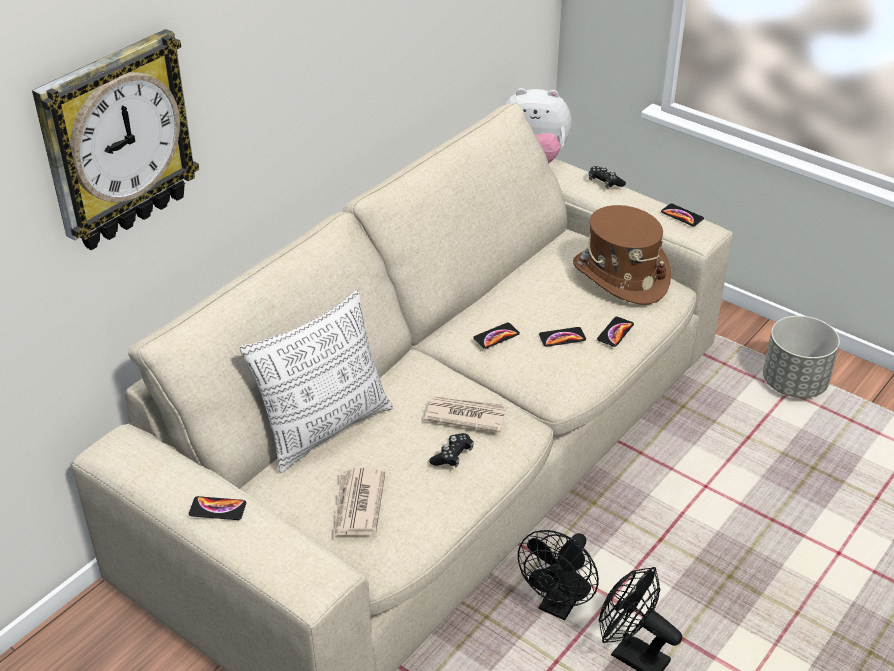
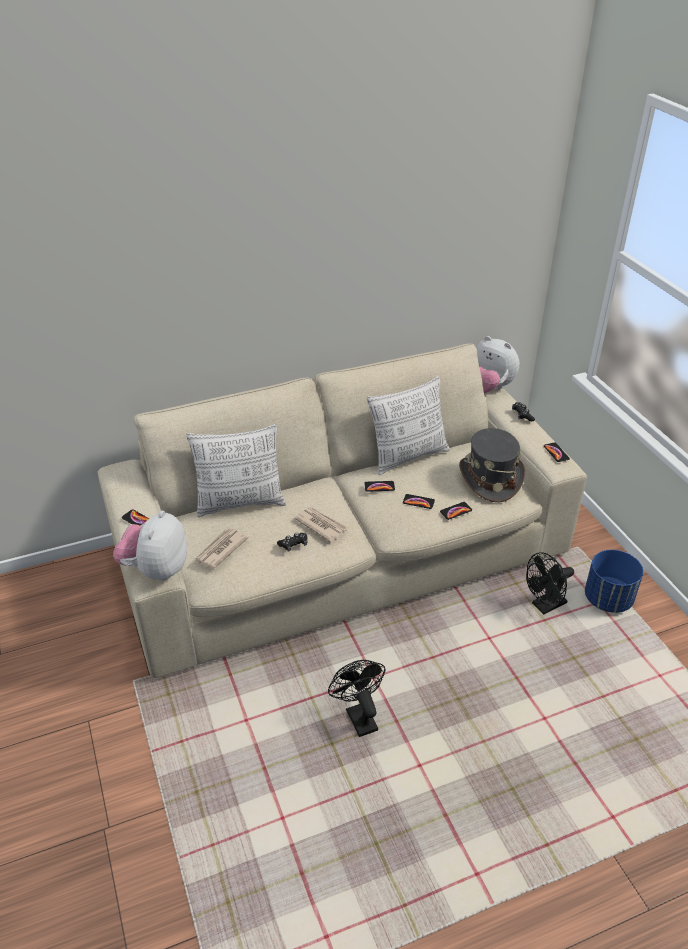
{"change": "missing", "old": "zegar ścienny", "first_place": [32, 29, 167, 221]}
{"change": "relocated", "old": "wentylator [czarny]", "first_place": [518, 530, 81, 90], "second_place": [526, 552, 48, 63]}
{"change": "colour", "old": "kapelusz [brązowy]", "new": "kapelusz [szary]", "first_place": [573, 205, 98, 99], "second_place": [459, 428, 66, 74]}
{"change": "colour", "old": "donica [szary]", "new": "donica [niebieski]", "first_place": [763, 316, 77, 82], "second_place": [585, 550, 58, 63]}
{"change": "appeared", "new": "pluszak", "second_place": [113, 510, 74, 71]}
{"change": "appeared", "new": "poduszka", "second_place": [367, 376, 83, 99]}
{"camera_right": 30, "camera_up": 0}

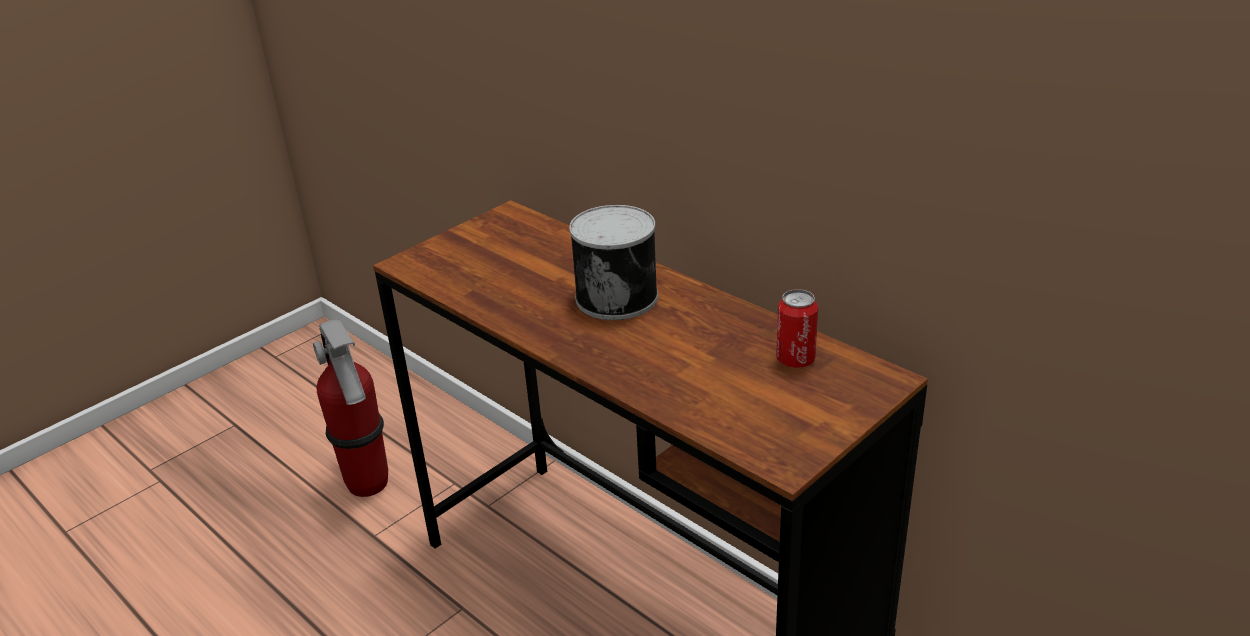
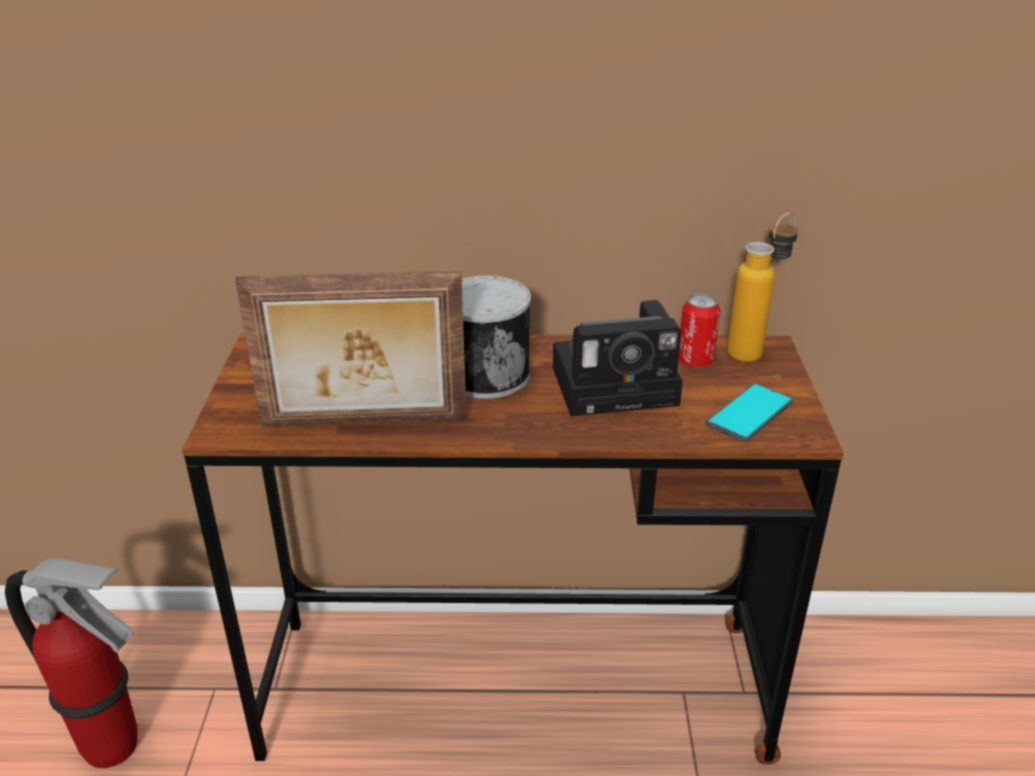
{"change": "appeared", "new": "ramka na zdjęcie", "second_place": [235, 271, 232, 156]}
{"change": "appeared", "new": "aparat fotograficzny", "second_place": [553, 300, 130, 116]}
{"change": "appeared", "new": "telefon", "second_place": [706, 383, 87, 60]}
{"change": "appeared", "new": "butelka", "second_place": [727, 213, 71, 149]}
{"camera_right": -45, "camera_up": 0}

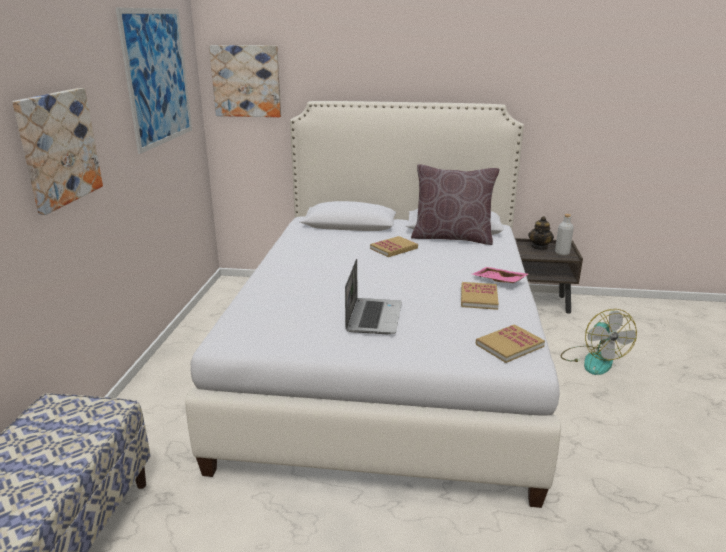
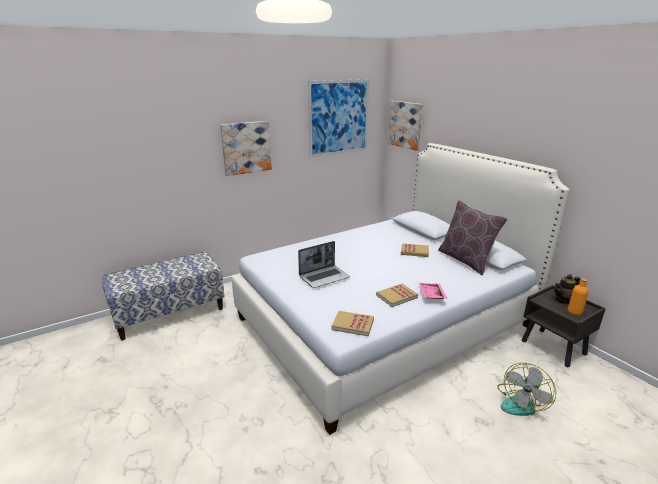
{"change": "colour", "old": "butelka [szary]", "new": "butelka [pomarańczowy]", "first_place": [555, 214, 19, 42], "second_place": [568, 278, 21, 37]}
{"camera_right": 50, "camera_up": 0}

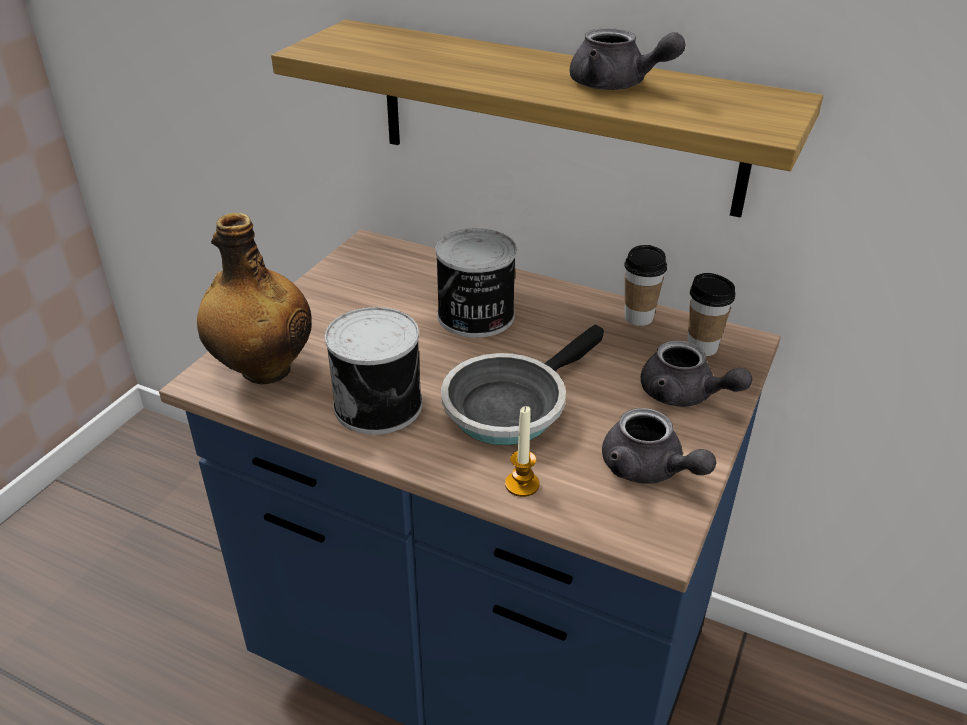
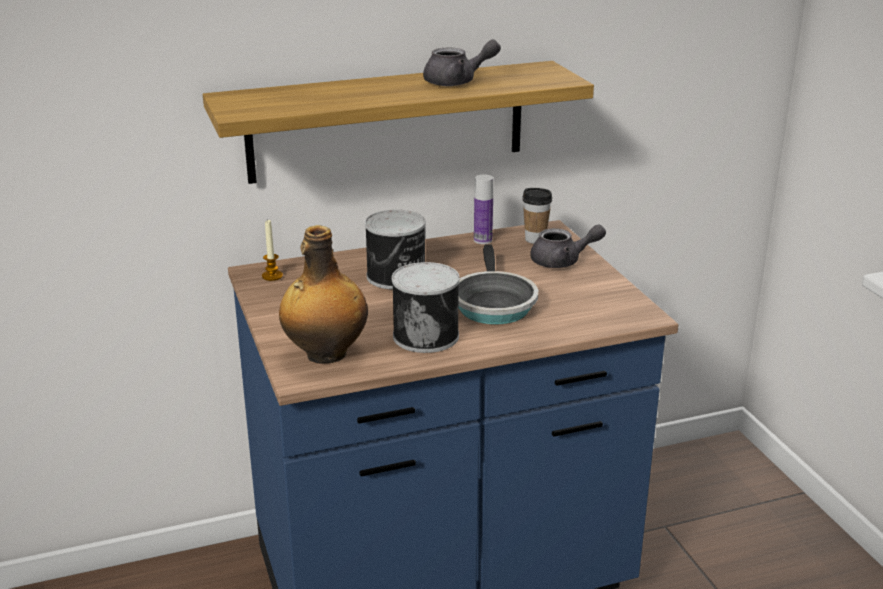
{"change": "relocated", "old": "świeca", "first_place": [505, 406, 34, 91], "second_place": [262, 220, 21, 61]}
{"change": "missing", "old": "imbryk [szary]", "first_place": [602, 408, 114, 76]}
{"change": "exchanged", "old": "filiżanka", "new": "butelka", "first_place": [624, 245, 43, 81], "second_place": [474, 174, 19, 70]}
{"camera_right": -45, "camera_up": -10}

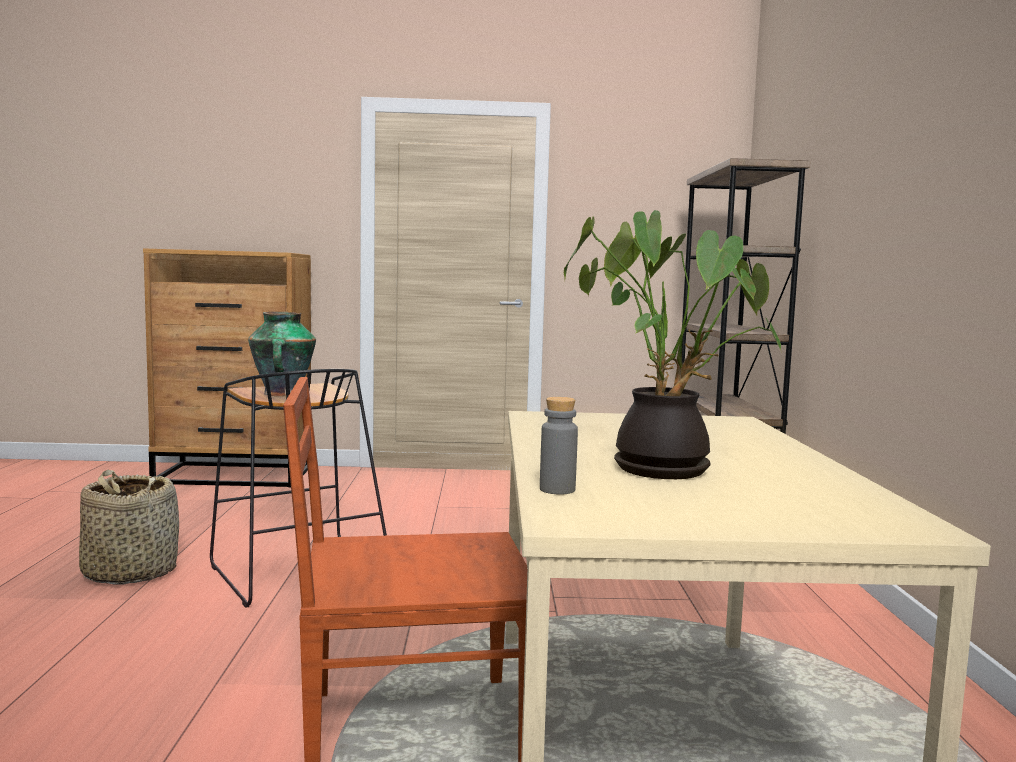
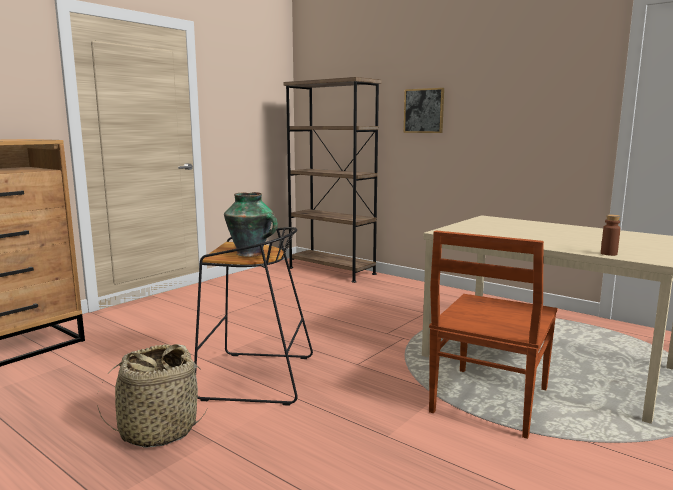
{"change": "colour", "old": "butelka [szary]", "new": "butelka [brązowy]", "first_place": [540, 397, 38, 98], "second_place": [601, 215, 19, 41]}
{"change": "missing", "old": "roślina doniczkowa", "first_place": [564, 210, 217, 269]}
{"change": "appeared", "new": "obraz", "second_place": [404, 88, 40, 45]}
{"camera_right": -50, "camera_up": 5}

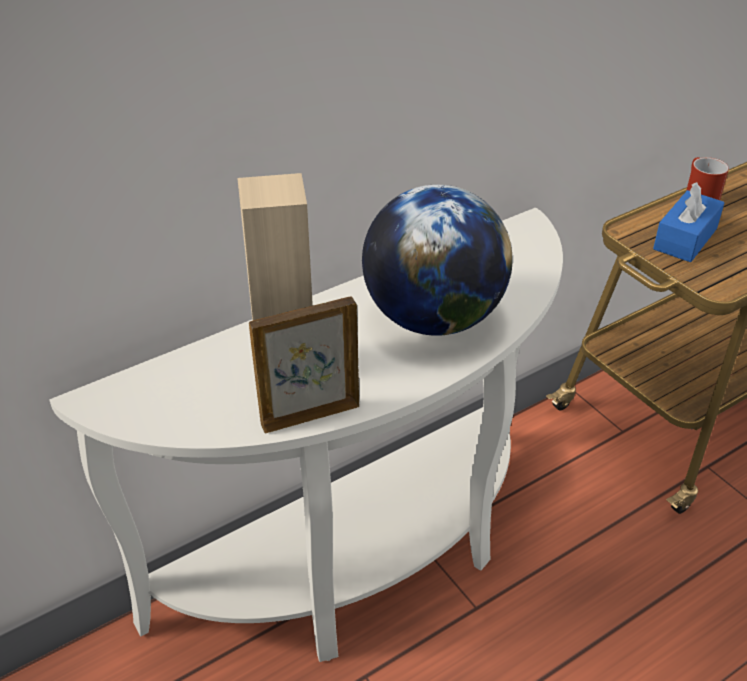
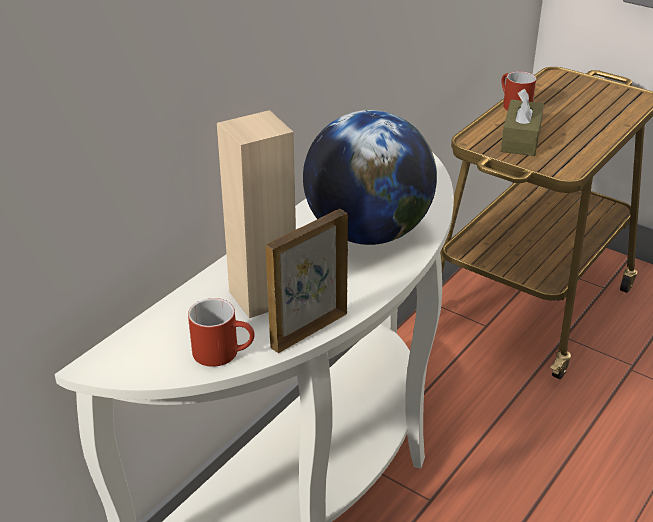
{"change": "colour", "old": "pudełko chusteczek [niebieski]", "new": "pudełko chusteczek [brązowy]", "first_place": [653, 182, 71, 80], "second_place": [501, 89, 43, 67]}
{"change": "appeared", "new": "kubek [czerwony]", "second_place": [188, 298, 67, 69]}
{"camera_right": -20, "camera_up": -5}

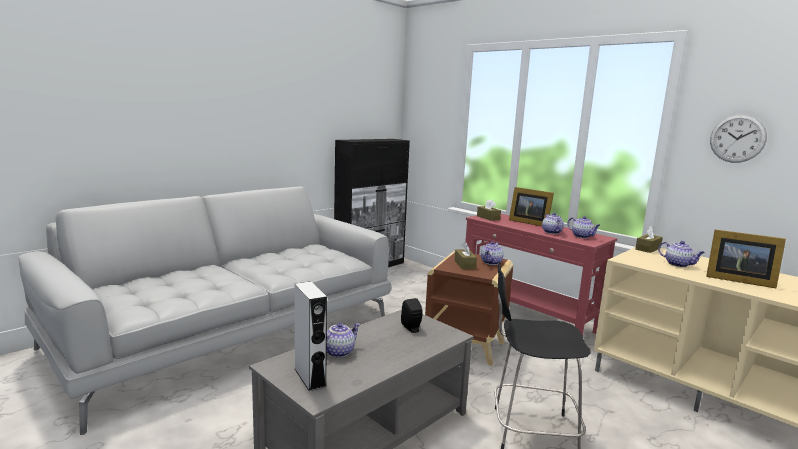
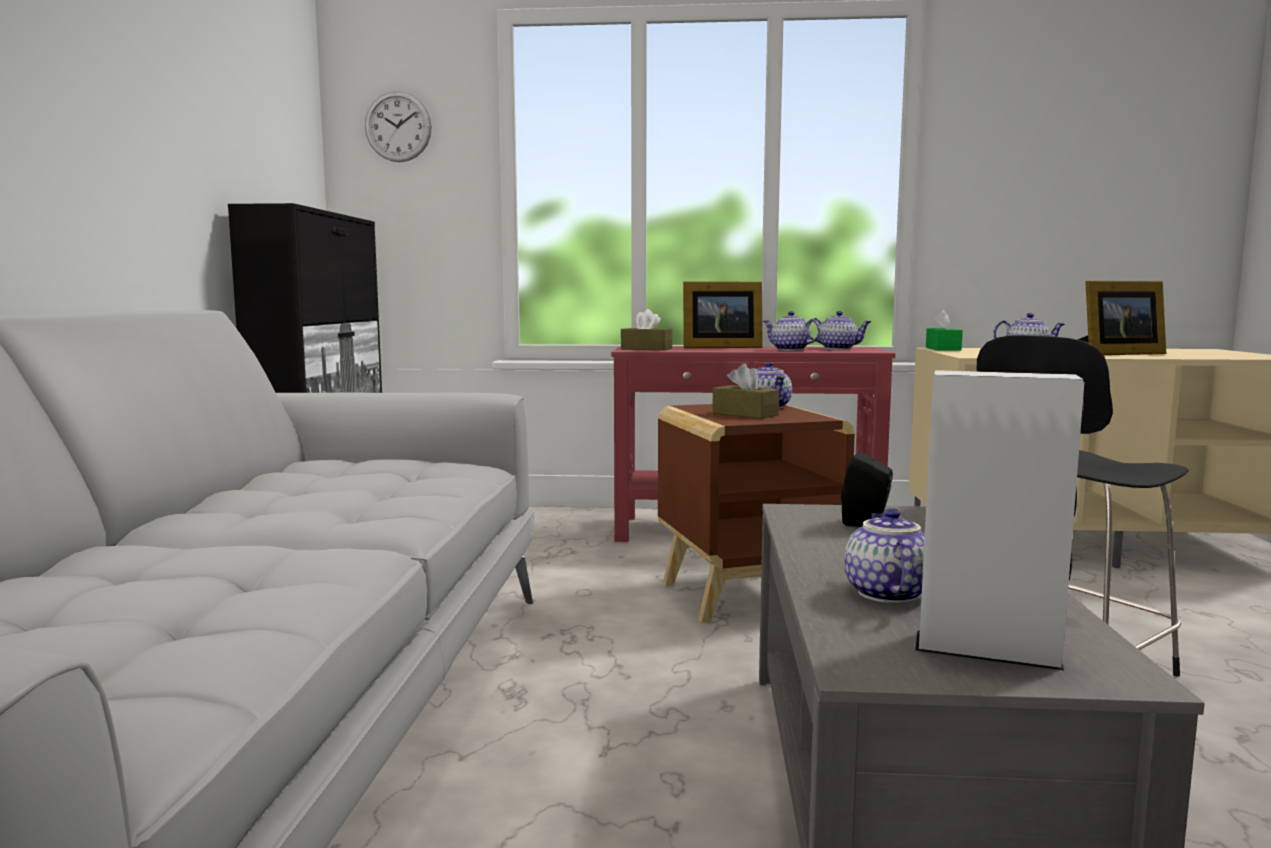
{"change": "colour", "old": "pudełko chusteczek [brązowy]", "new": "pudełko chusteczek [zielony]", "first_place": [635, 226, 28, 27], "second_place": [926, 310, 37, 41]}
{"change": "relocated", "old": "zegar ścienny", "first_place": [710, 114, 57, 49], "second_place": [365, 91, 67, 71]}
{"camera_right": -40, "camera_up": -5}

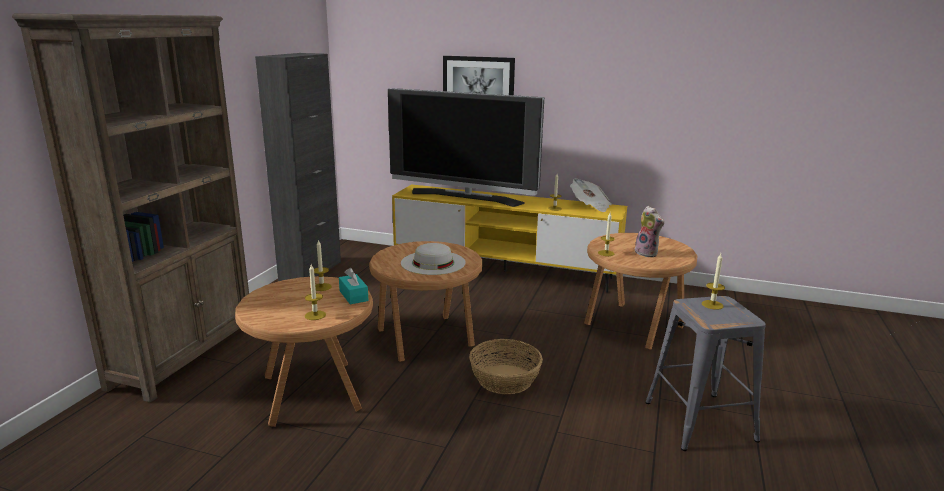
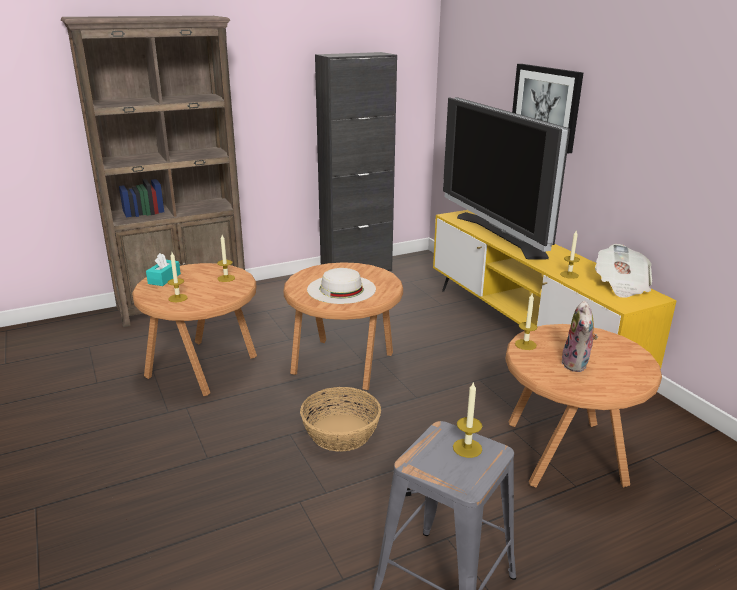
{"change": "relocated", "old": "pudełko chusteczek [turkusowy]", "first_place": [339, 268, 29, 36], "second_place": [146, 253, 35, 33]}
{"camera_right": 45, "camera_up": 5}

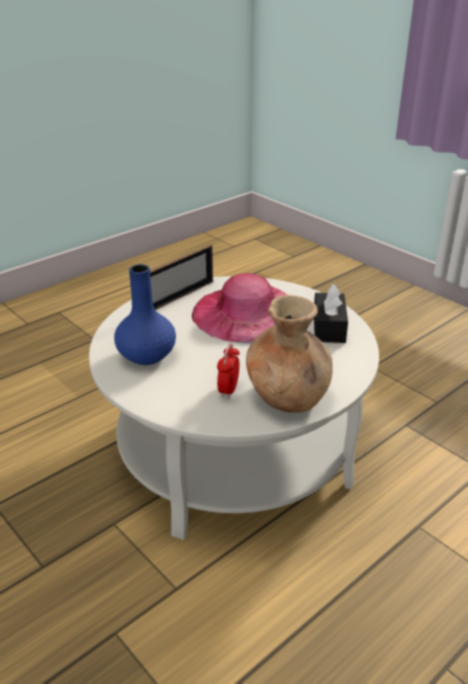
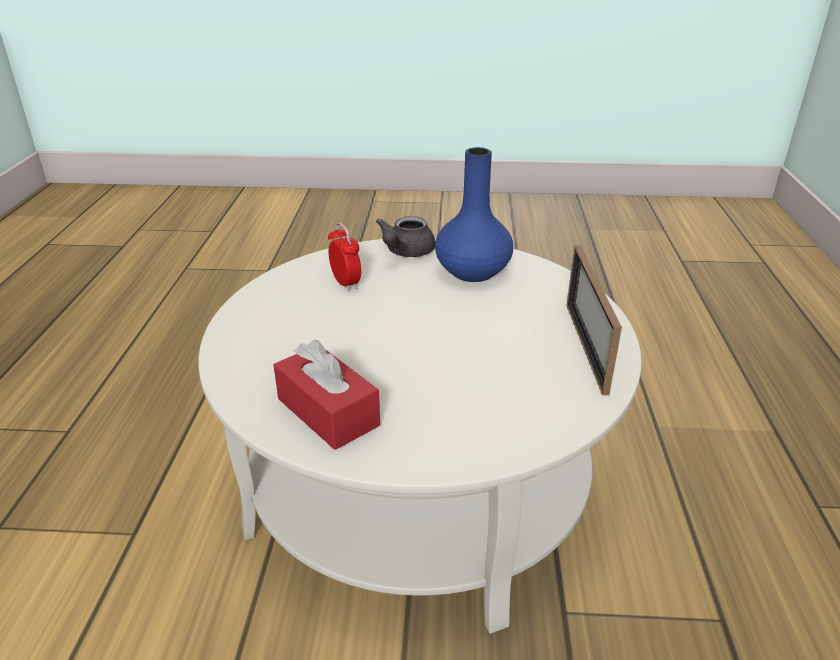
{"change": "missing", "old": "kapelusz [różowy]", "first_place": [192, 273, 96, 70]}
{"change": "missing", "old": "wazon [brązowy]", "first_place": [246, 295, 87, 118]}
{"change": "colour", "old": "pudełko chusteczek [czarny]", "new": "pudełko chusteczek [czerwony]", "first_place": [314, 284, 34, 59], "second_place": [274, 340, 106, 110]}
{"change": "appeared", "new": "imbryk [szary]", "second_place": [376, 216, 59, 41]}
{"camera_right": 135, "camera_up": 0}

